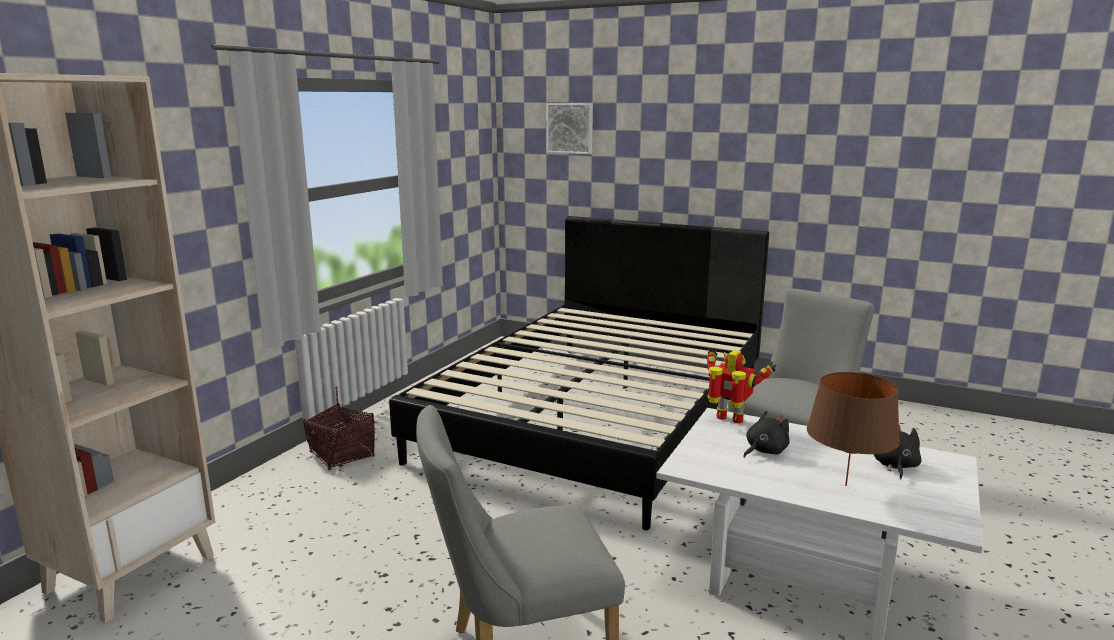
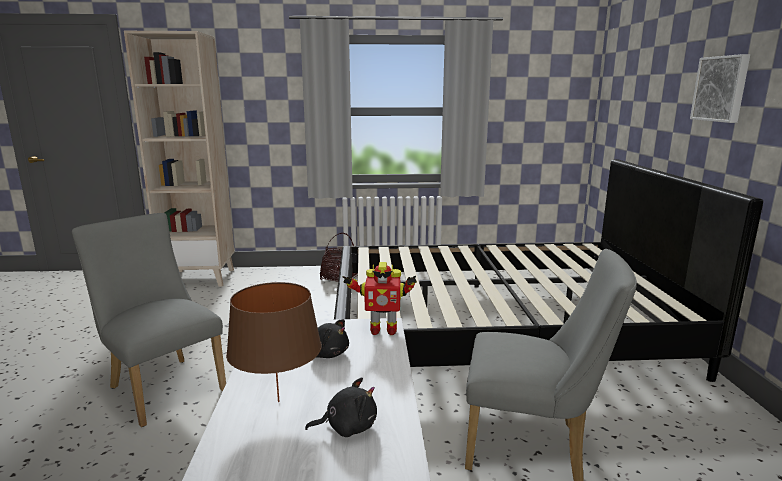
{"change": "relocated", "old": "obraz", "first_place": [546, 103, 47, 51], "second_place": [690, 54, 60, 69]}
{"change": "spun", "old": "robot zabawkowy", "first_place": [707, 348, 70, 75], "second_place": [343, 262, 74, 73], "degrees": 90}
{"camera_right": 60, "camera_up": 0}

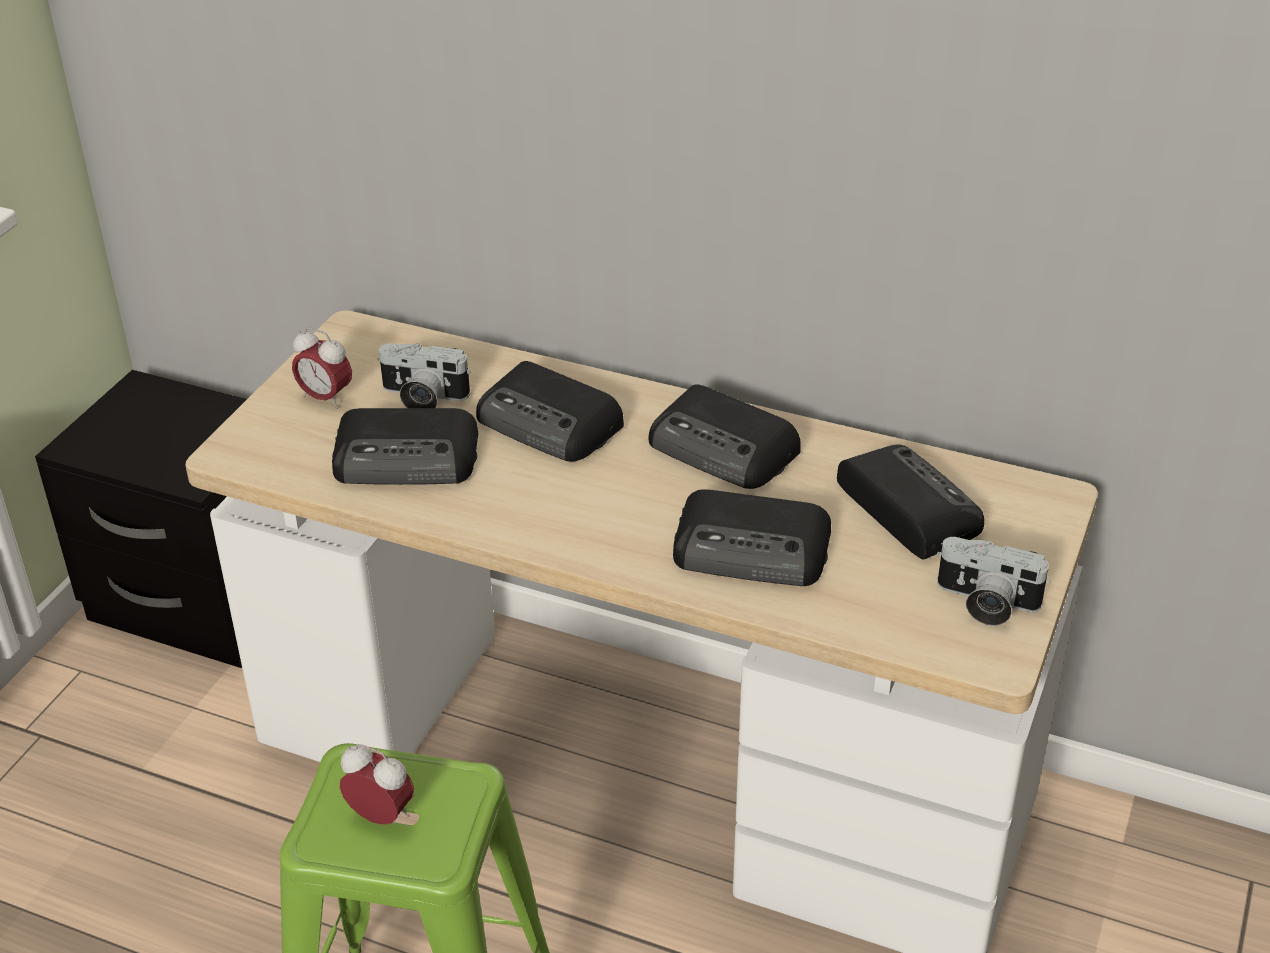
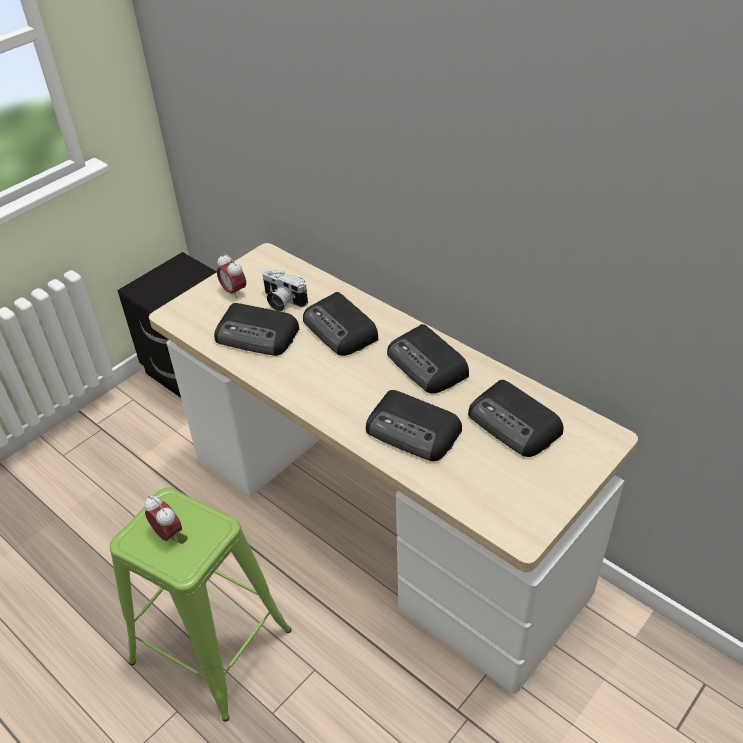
{"change": "spun", "old": "radio", "first_place": [837, 445, 147, 114], "second_place": [468, 380, 96, 77], "degrees": 150}
{"change": "missing", "old": "aparat fotograficzny", "first_place": [937, 537, 114, 89]}
{"camera_right": 20, "camera_up": 5}

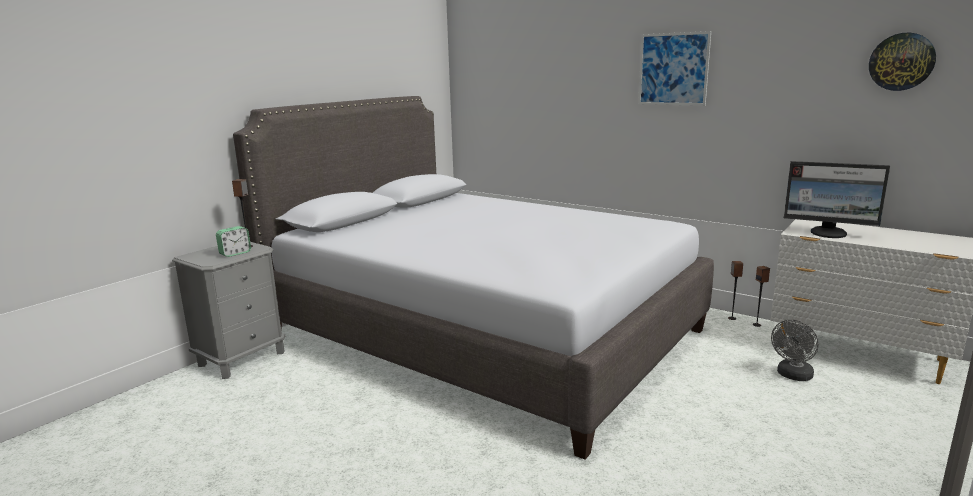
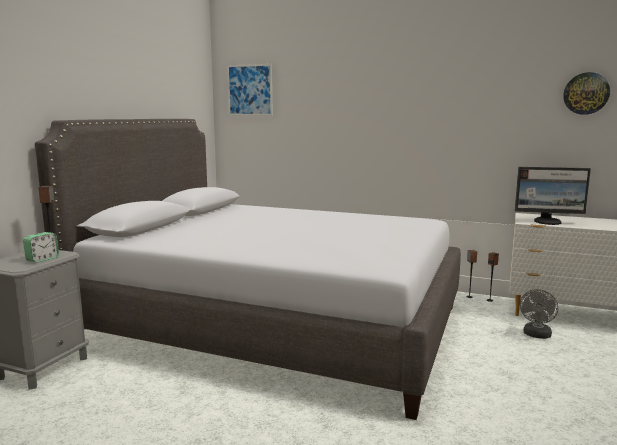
{"change": "relocated", "old": "obraz", "first_place": [638, 31, 73, 75], "second_place": [227, 64, 46, 51]}
{"camera_right": -15, "camera_up": -5}

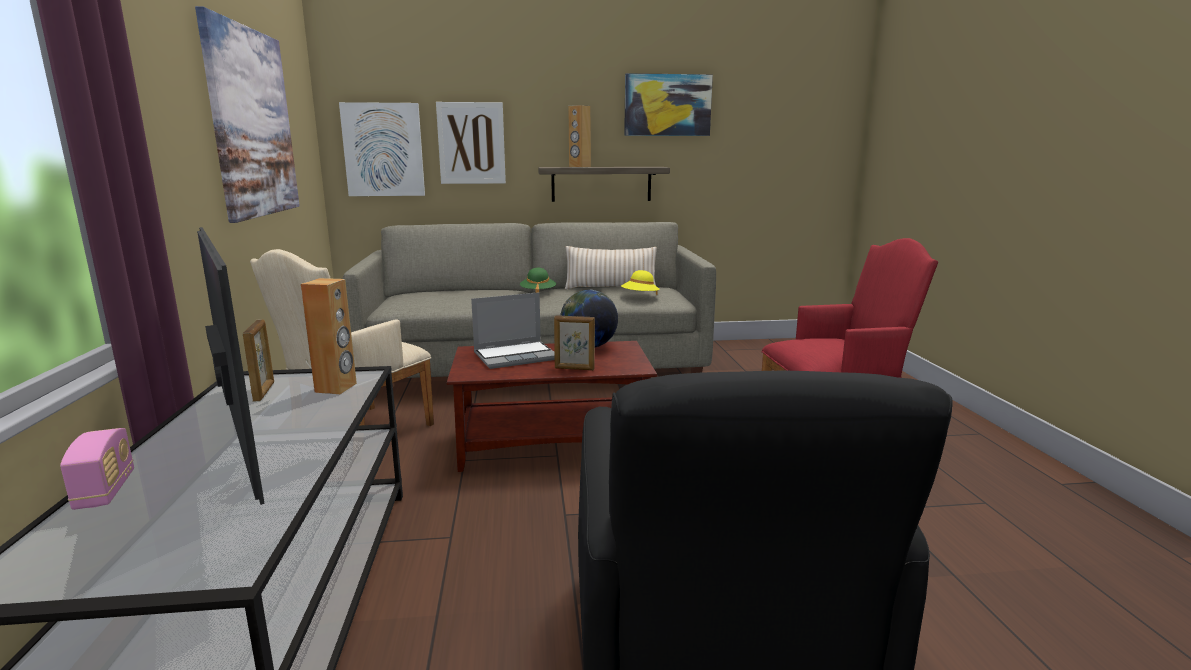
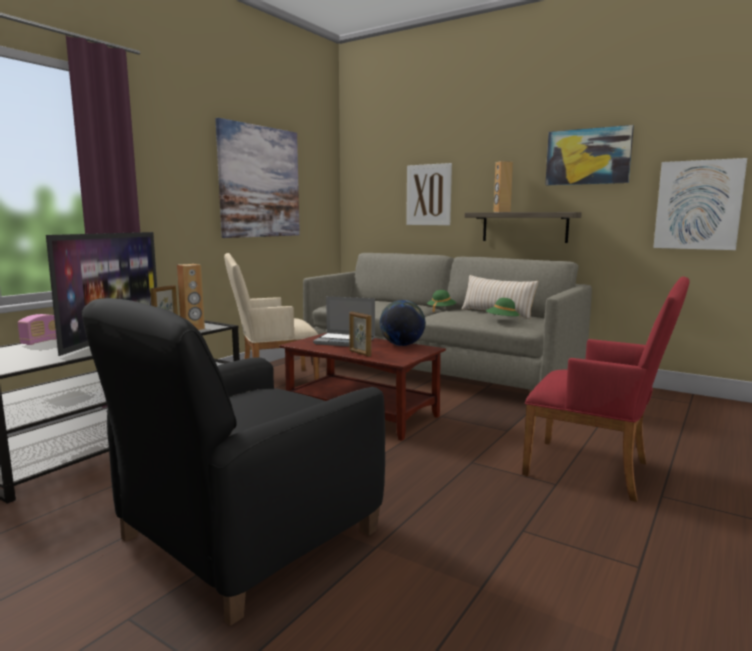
{"change": "relocated", "old": "obraz", "first_place": [339, 102, 86, 94], "second_place": [653, 158, 94, 92]}
{"change": "colour", "old": "kapelusz [żółty]", "new": "kapelusz [zielony]", "first_place": [621, 270, 39, 25], "second_place": [486, 298, 34, 18]}
{"camera_right": 40, "camera_up": -5}

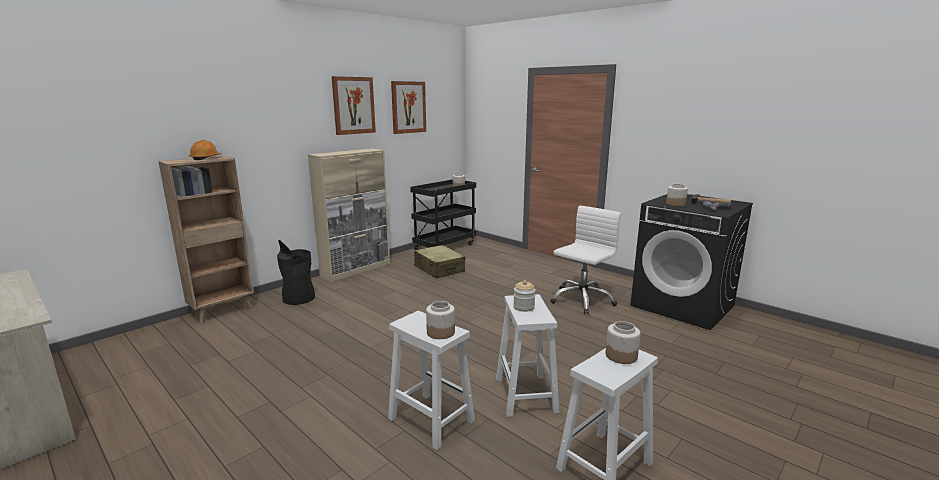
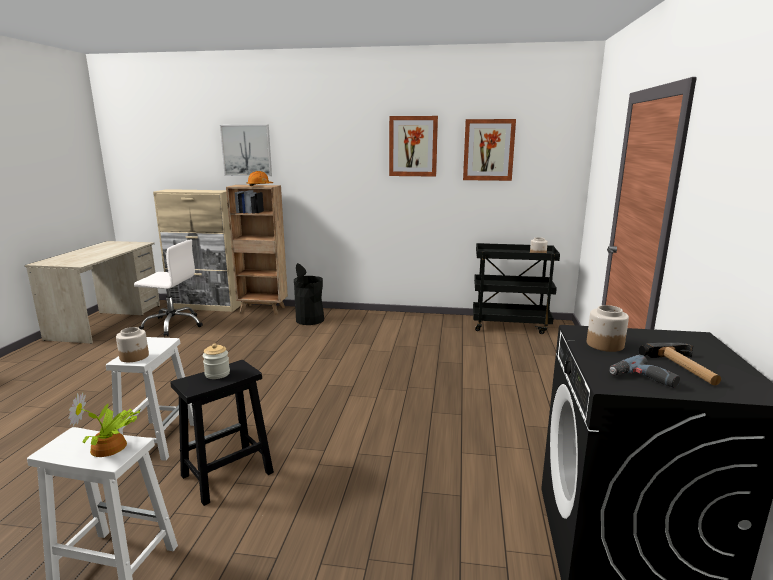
{"change": "relocated", "old": "szafka [beżowy]", "first_place": [308, 148, 82, 134], "second_place": [153, 189, 89, 123]}
{"change": "missing", "old": "walizka [beżowy]", "first_place": [414, 245, 51, 33]}
{"change": "colour", "old": "stołek [biały]", "new": "stołek [czarny]", "first_place": [496, 294, 63, 123], "second_place": [170, 360, 104, 146]}
{"change": "relocated", "old": "krzesło biurowe [biały]", "first_place": [550, 206, 71, 108], "second_place": [134, 240, 69, 97]}
{"change": "exchanged", "old": "słoik", "new": "roślina doniczkowa", "first_place": [606, 321, 34, 43], "second_place": [68, 393, 72, 64]}
{"change": "appeared", "new": "obraz", "second_place": [220, 125, 52, 51]}
{"camera_right": 55, "camera_up": 0}

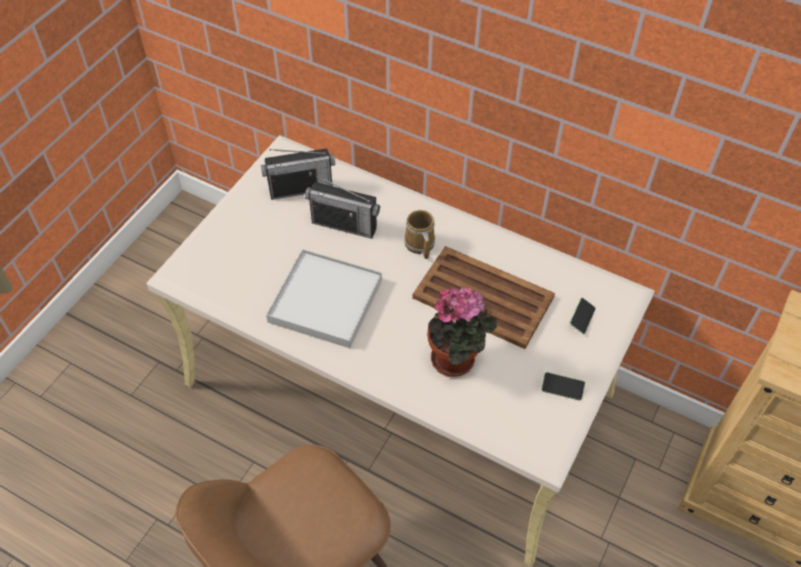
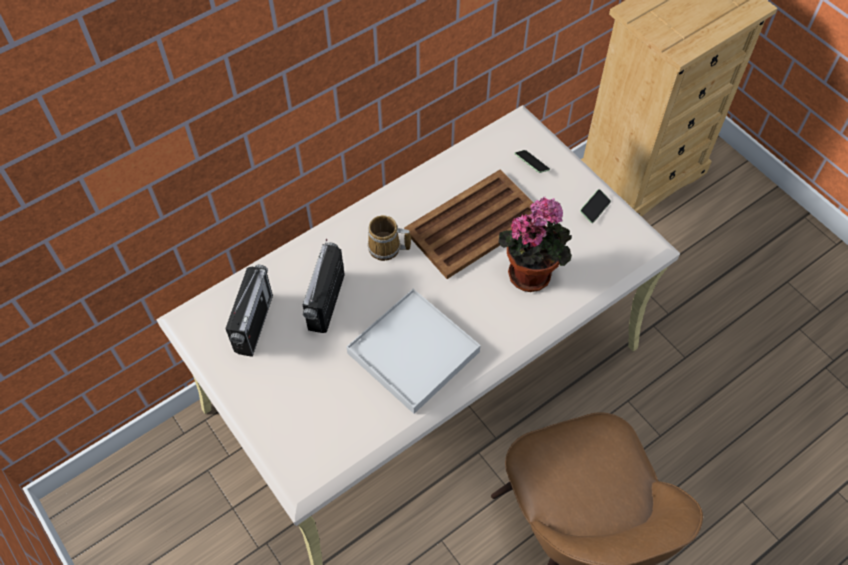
{"change": "spun", "old": "radio", "first_place": [305, 176, 75, 63], "second_place": [303, 239, 42, 94], "degrees": 150}
{"camera_right": -65, "camera_up": 5}

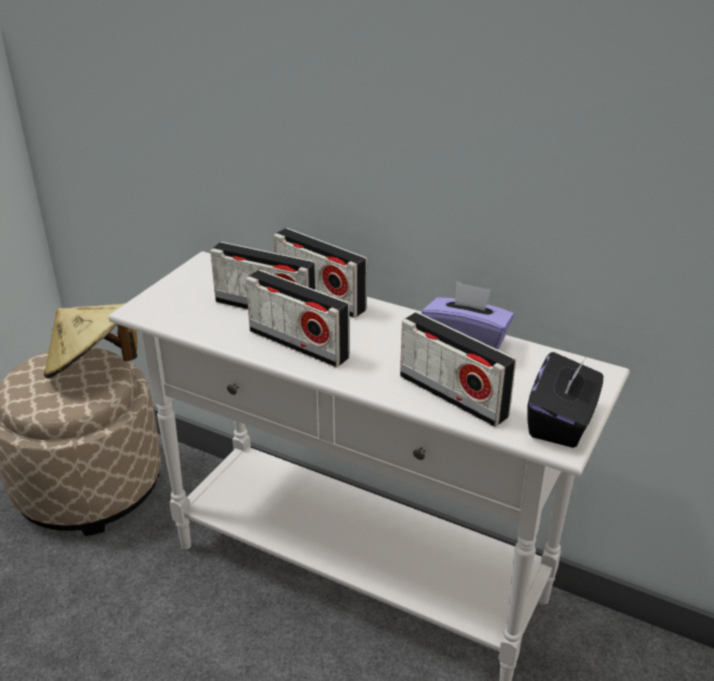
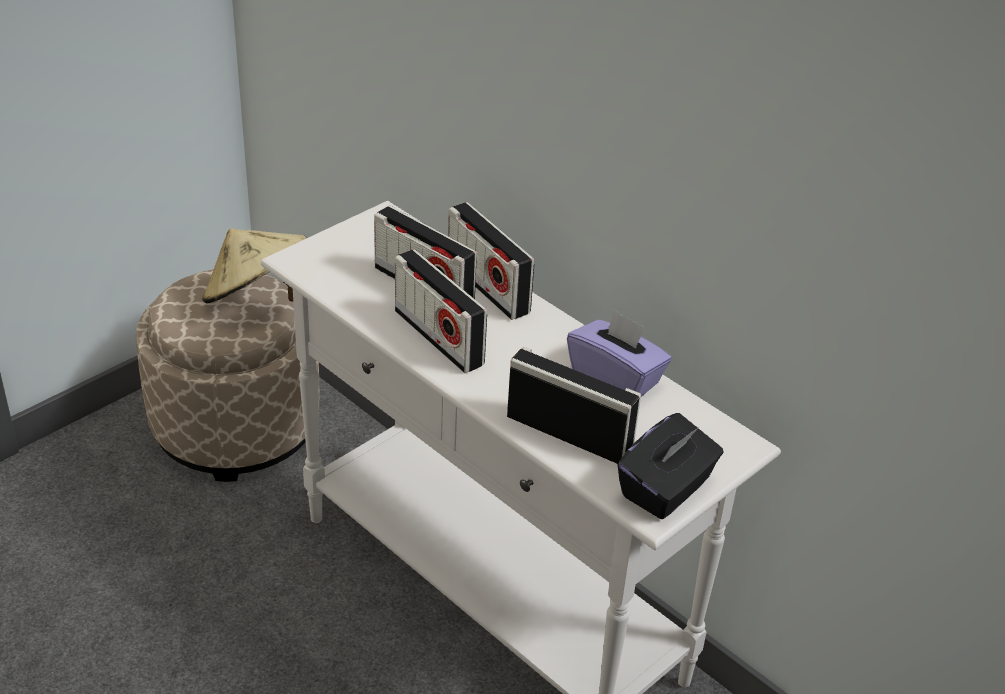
{"change": "spun", "old": "radio", "first_place": [400, 312, 116, 115], "second_place": [507, 347, 134, 117], "degrees": 150}
{"camera_right": 15, "camera_up": 5}

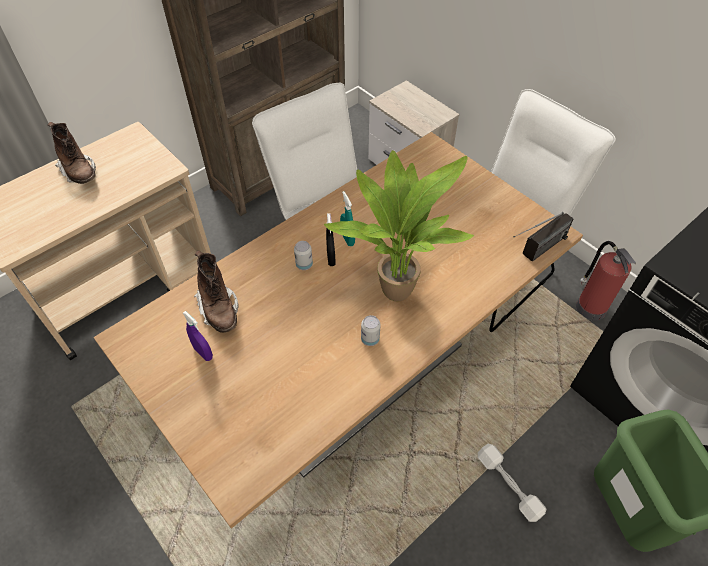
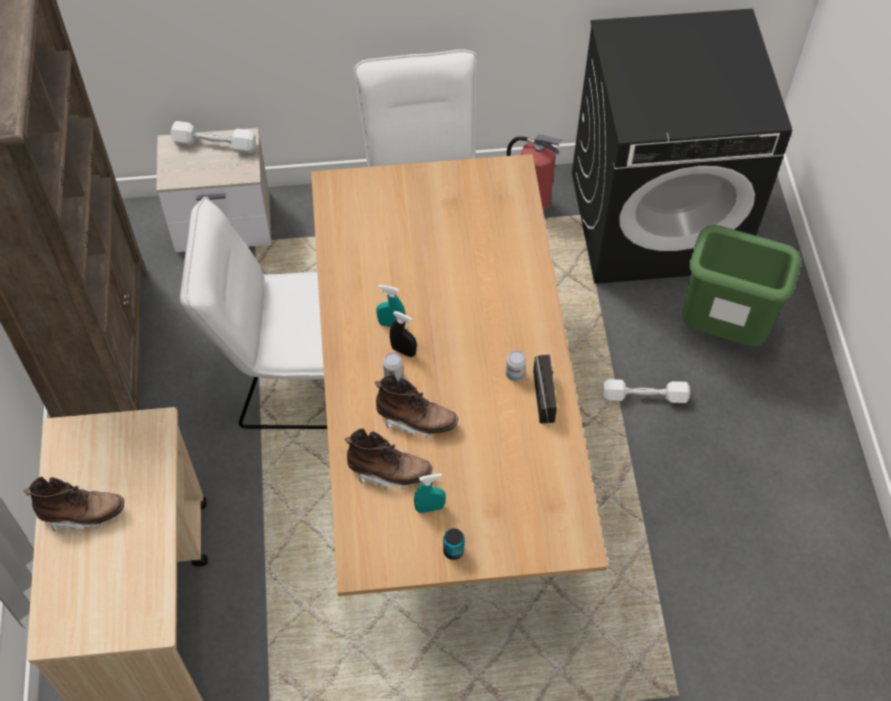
{"change": "colour", "old": "spryskiwacz [fioletowy]", "new": "spryskiwacz [turkusowy]", "first_place": [183, 311, 30, 50], "second_place": [414, 473, 32, 40]}
{"change": "missing", "old": "roślina doniczkowa", "first_place": [324, 150, 150, 151]}
{"change": "relocated", "old": "radio", "first_place": [514, 212, 60, 50], "second_place": [533, 355, 24, 72]}
{"change": "appeared", "new": "hantel [biały]", "second_place": [171, 121, 85, 32]}
{"change": "appeared", "new": "but z cholewką [brązowy]", "second_place": [375, 374, 83, 63]}
{"change": "appeared", "new": "puszka", "second_place": [443, 528, 22, 32]}
{"camera_right": -55, "camera_up": 5}

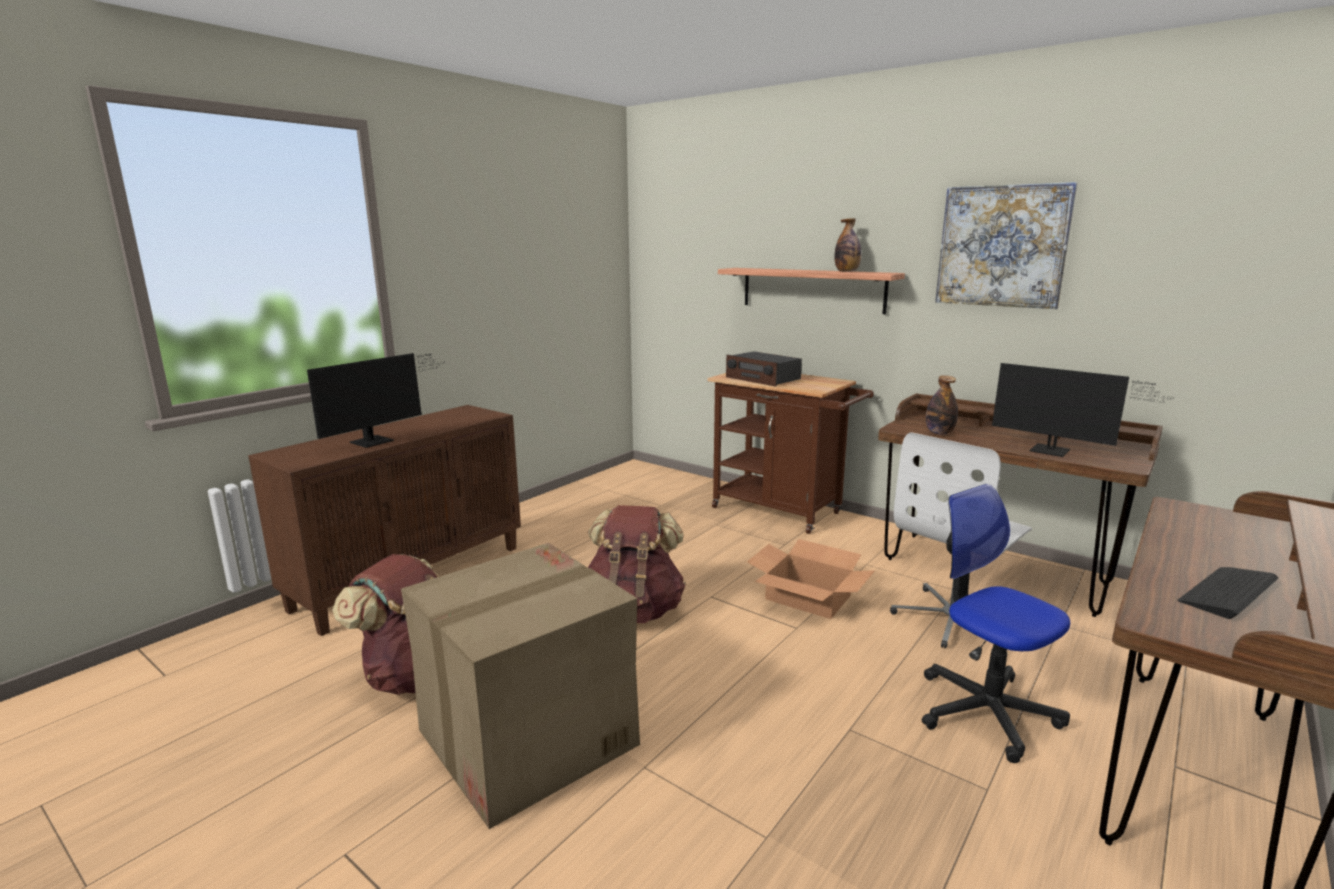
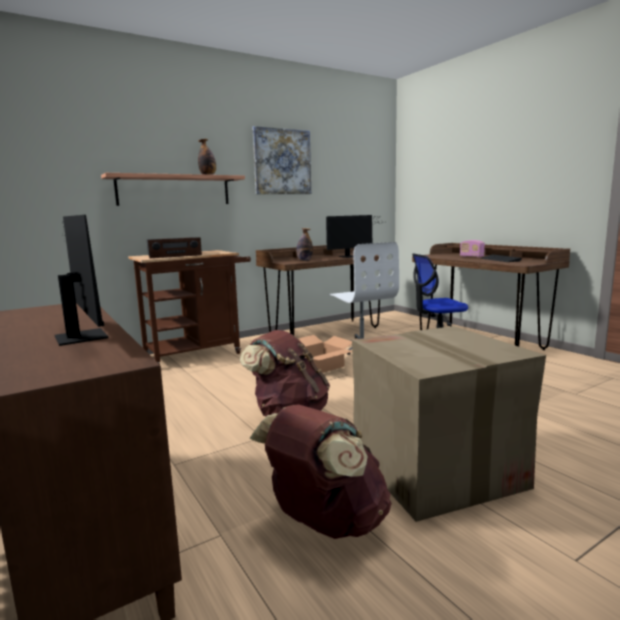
{"change": "appeared", "new": "radio", "second_place": [460, 240, 25, 18]}
{"camera_right": -70, "camera_up": -5}

